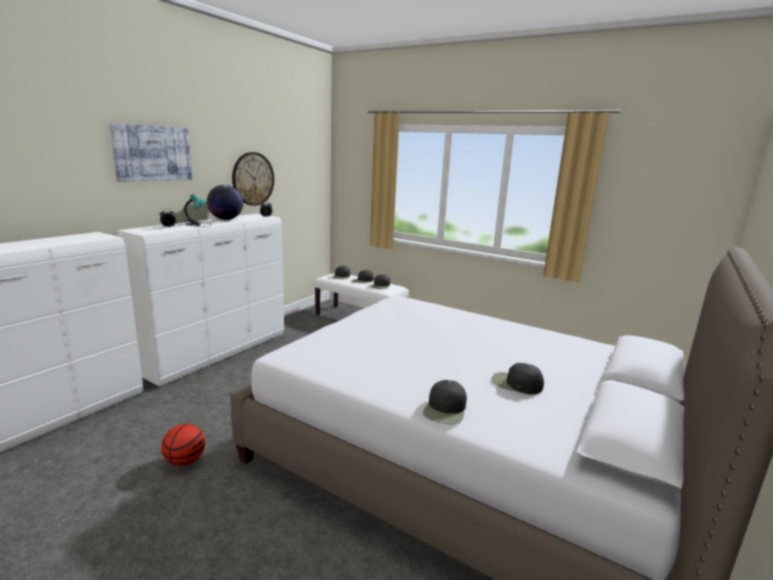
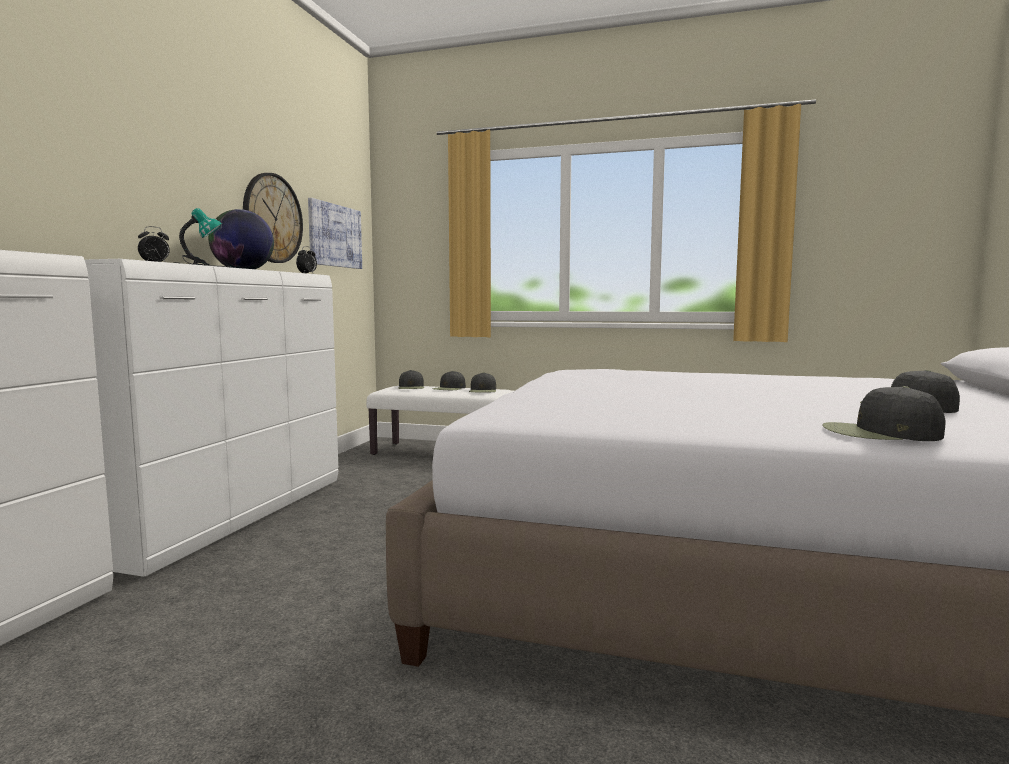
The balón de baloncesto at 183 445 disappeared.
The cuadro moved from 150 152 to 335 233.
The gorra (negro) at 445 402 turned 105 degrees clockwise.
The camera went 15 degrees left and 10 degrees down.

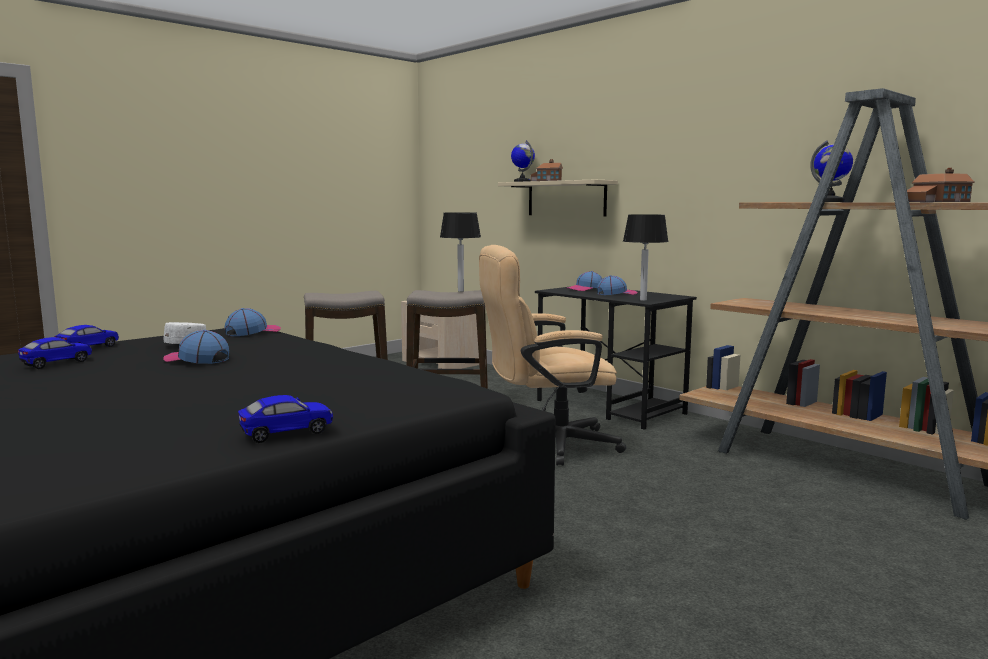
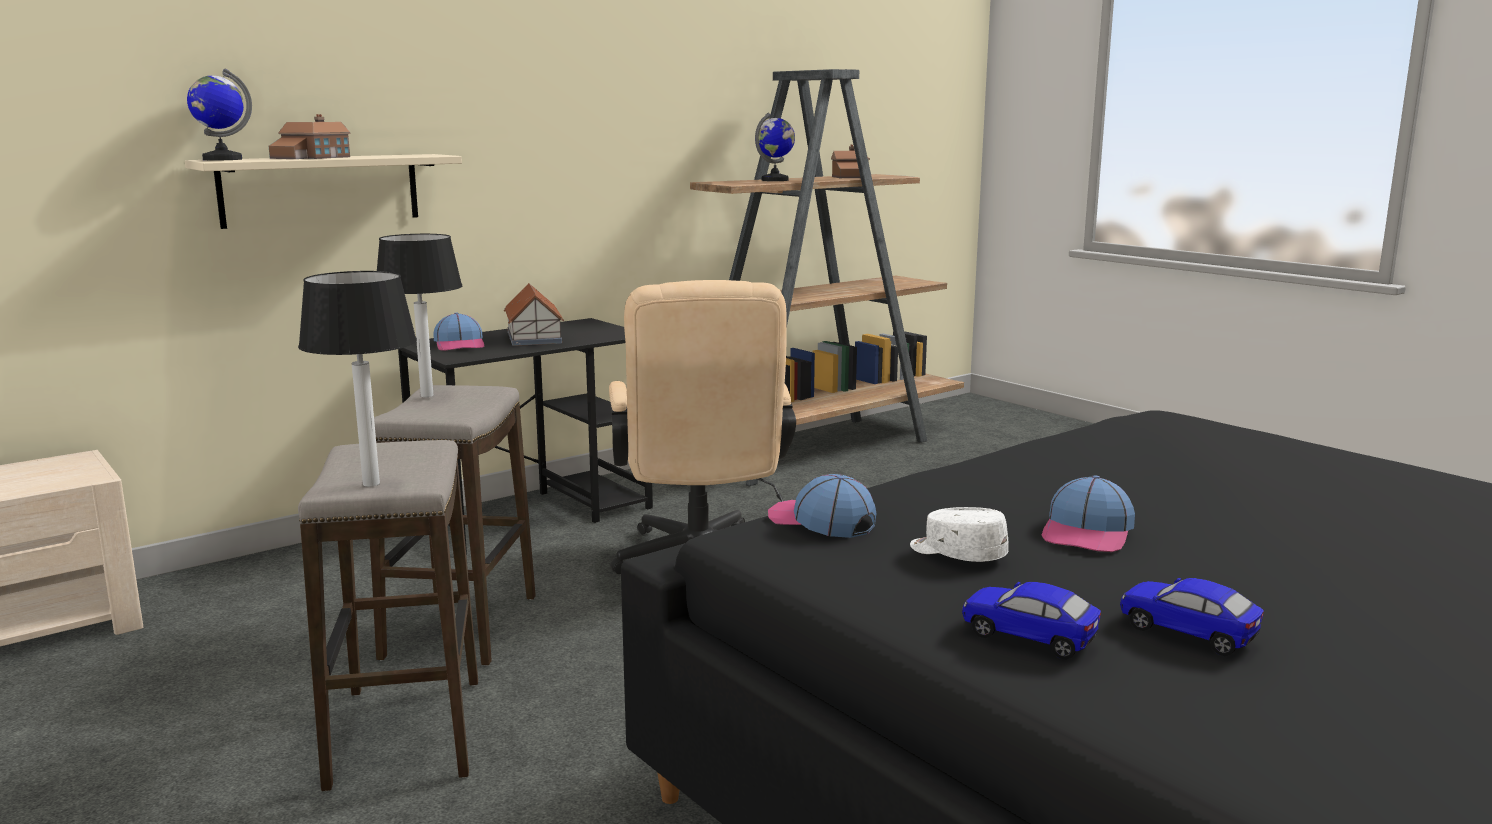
The coche de juguete at 285 419 disappeared.
The lámpara de mesa moved from 646 257 to 357 379.
The gorra at 617 285 was replaced by the casita at 534 314.
The camera went 85 degrees left and 5 degrees up.

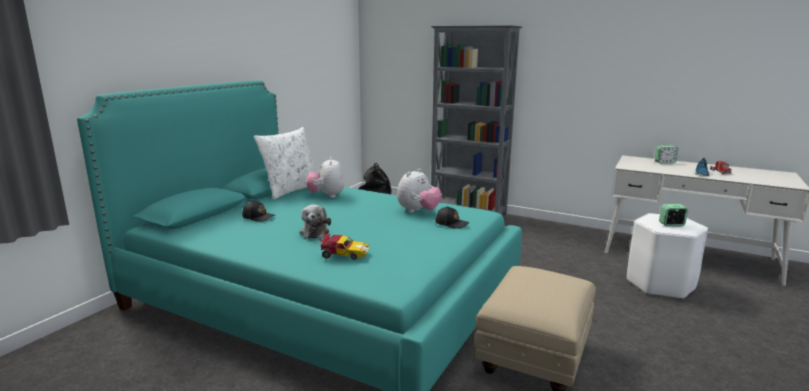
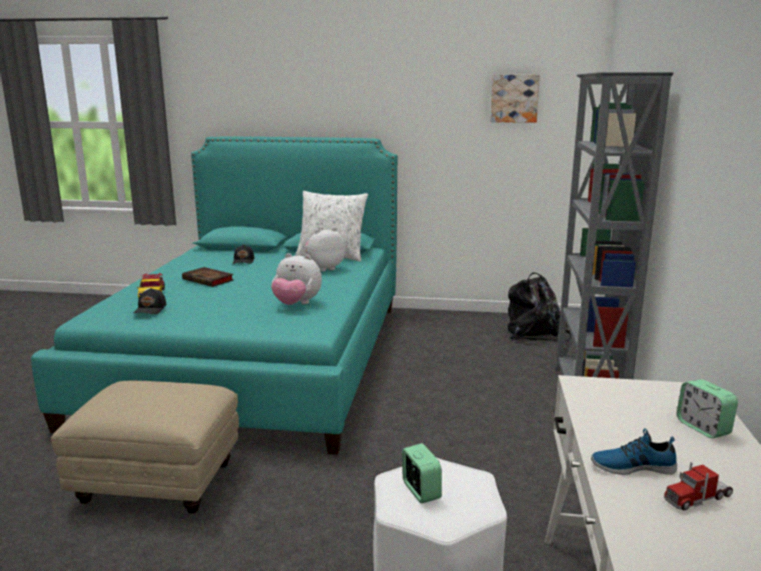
The cuadro at 515 99 appeared.
The gorra (negro) moved from 452 217 to 149 301.
The peluche at 315 221 was replaced by the libro at 208 277.
The camera went 70 degrees right and 0 degrees up.

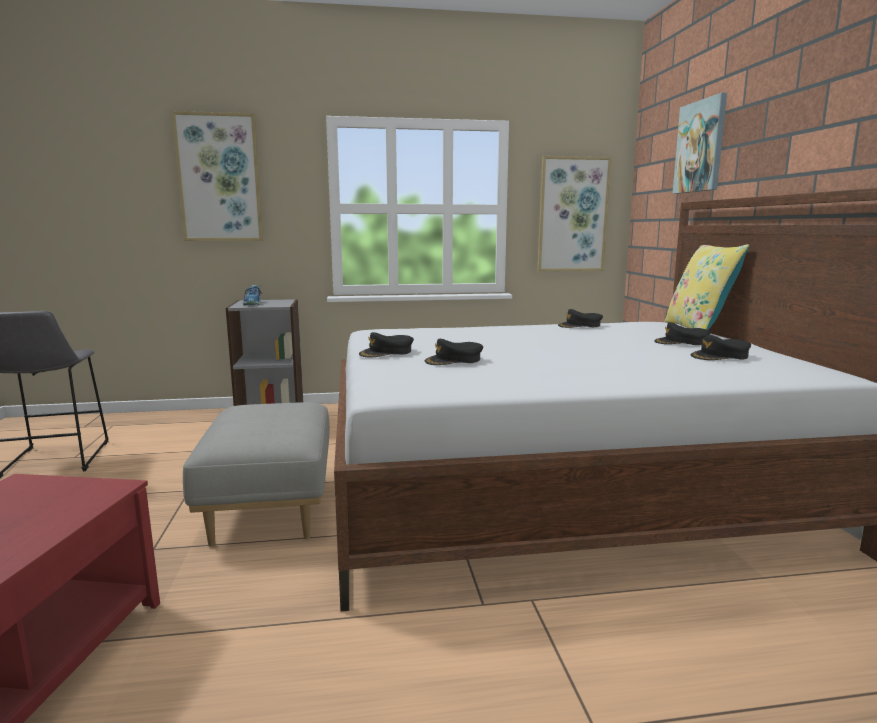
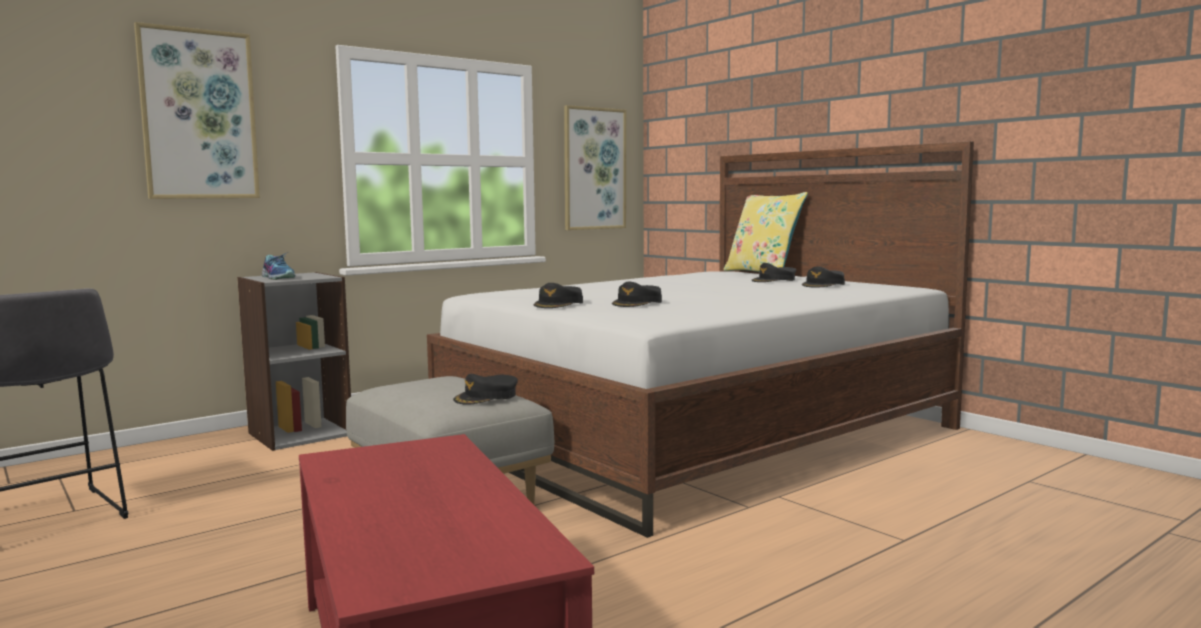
The cuadro at 700 143 disappeared.
The gorra (negro) moved from 580 318 to 485 389.
The camera went 30 degrees left and 5 degrees down.

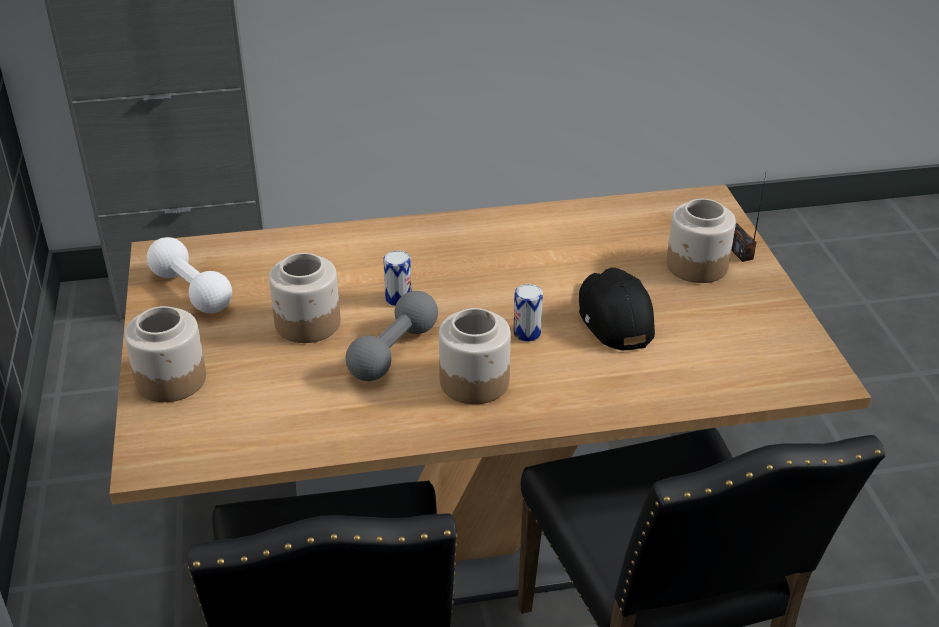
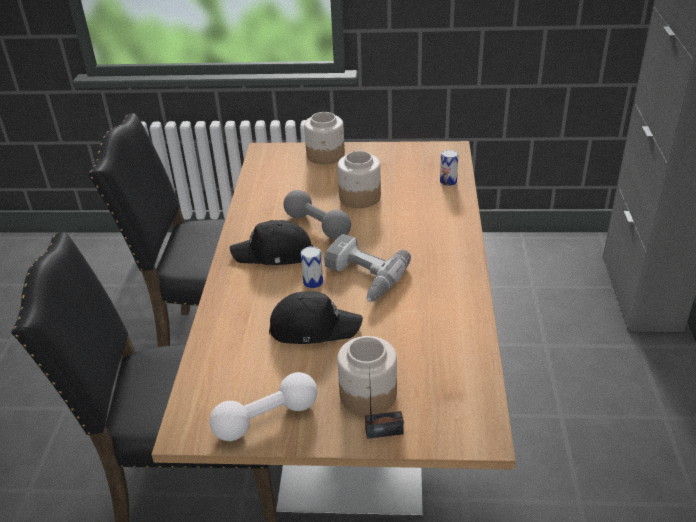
The taladro at 367 268 appeared.
The mancuerna (blanco) moved from 189 275 to 264 406.
The lata moved from 397 278 to 449 168.
The tarro at 475 356 was replaced by the gorra (negro) at 271 242.
The camera went 105 degrees right and 0 degrees up.

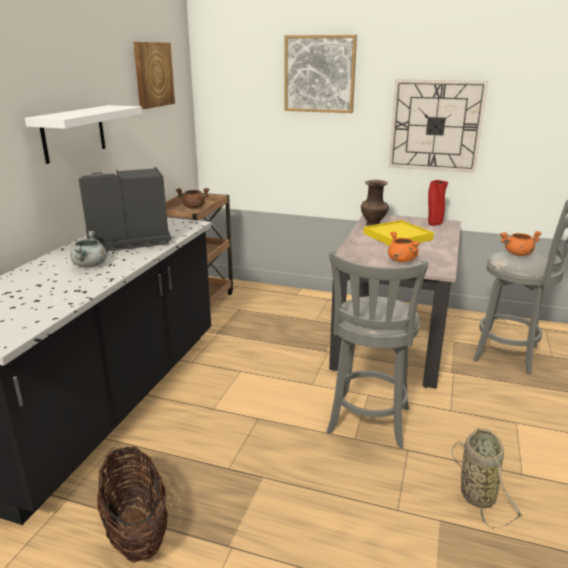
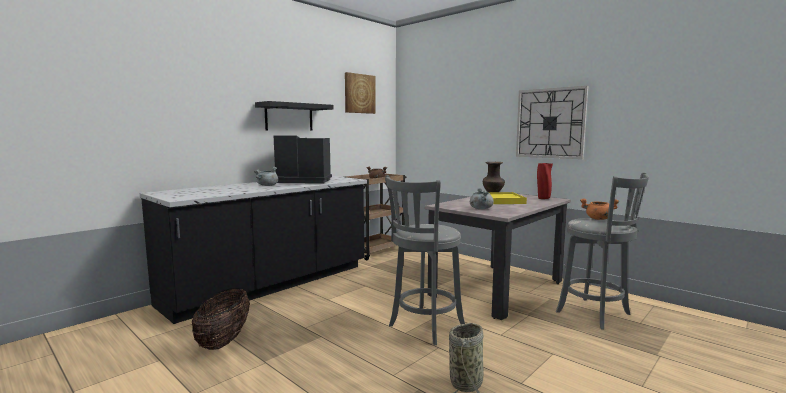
The cuadro at 321 74 disappeared.
The estante (blanco) at 83 134 became the estante (negro) at 294 116.
The olla (naranja) at 404 247 became the olla (gris) at 482 198.
The camera went 25 degrees right and 15 degrees down.

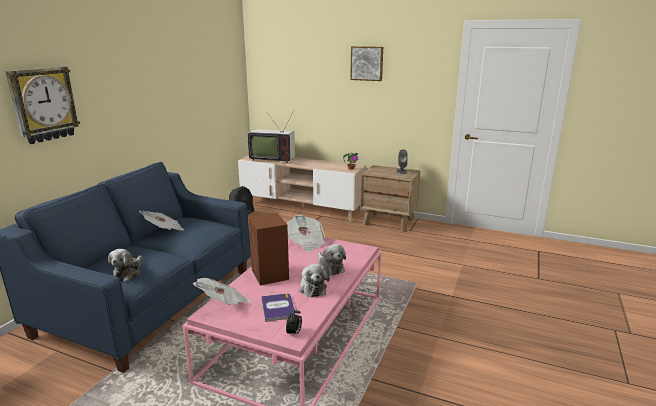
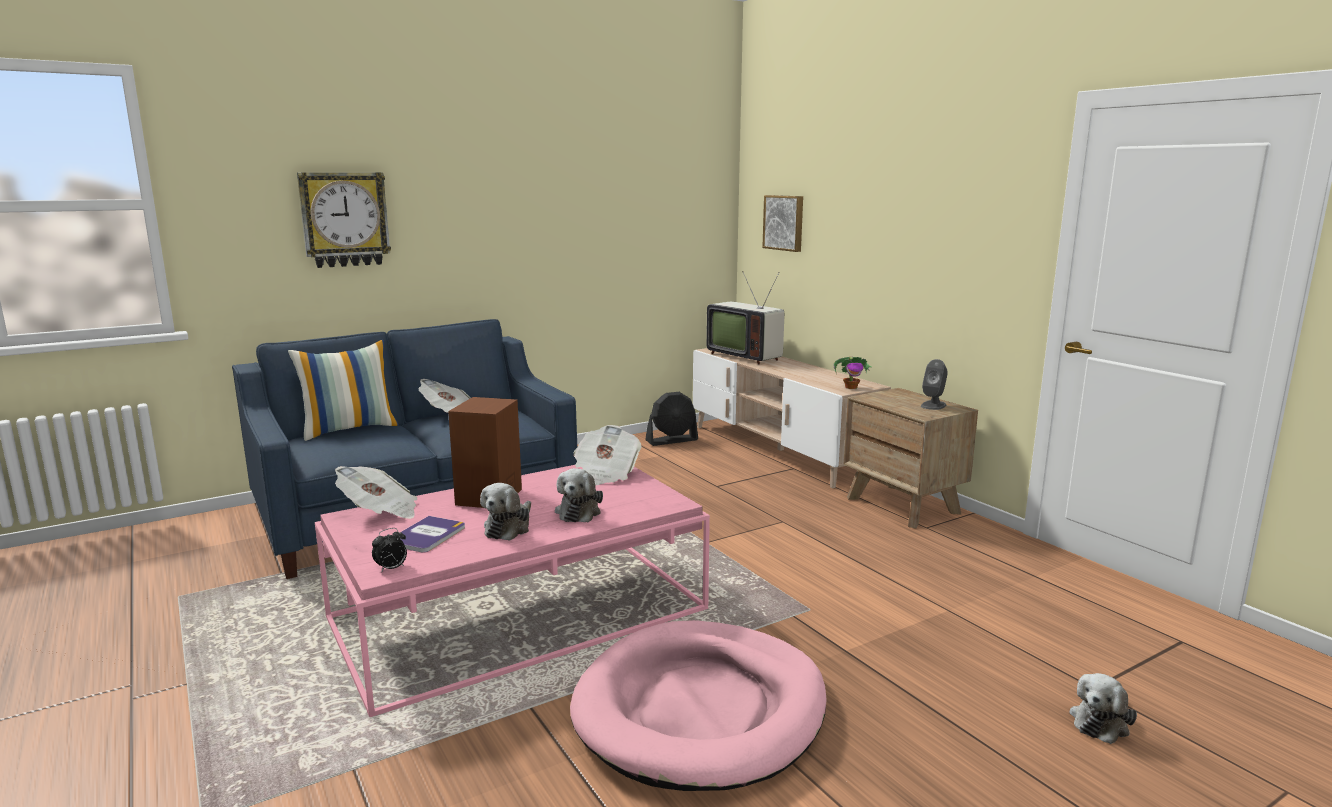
The cojín at 343 390 appeared.
The cama para perro (rosa) at 698 705 appeared.
The peluche moved from 125 265 to 1103 708.
The cuadro moved from 366 63 to 782 223.
The camera went 35 degrees right and 5 degrees down.

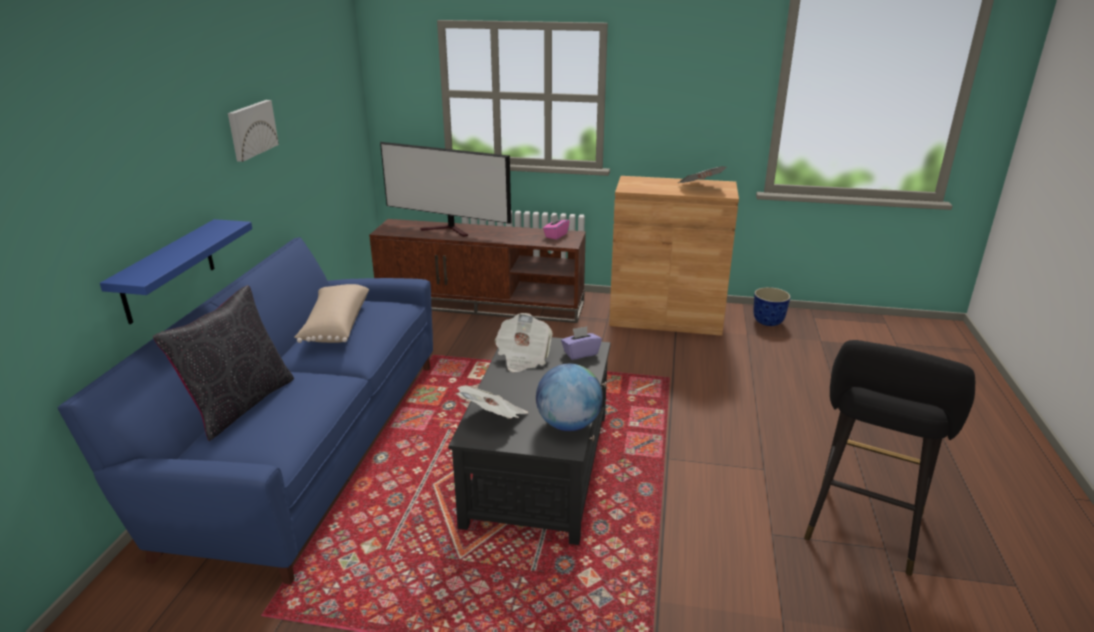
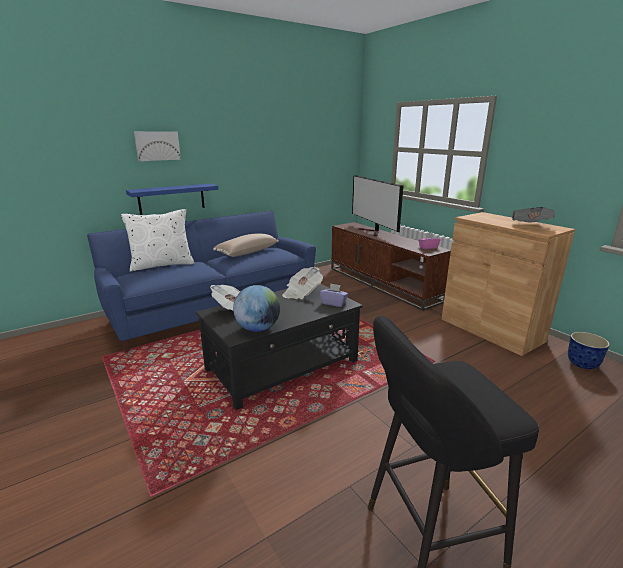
The cuadro moved from 253 131 to 157 146.
The cojín (negro) at 223 363 became the cojín (blanco) at 157 240.
The camera went 45 degrees right and 5 degrees down.

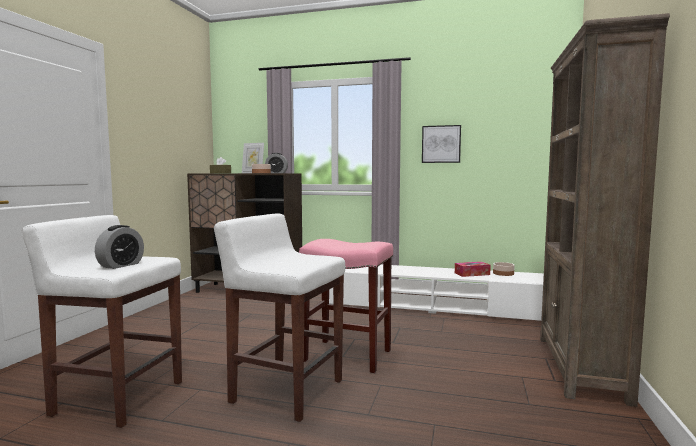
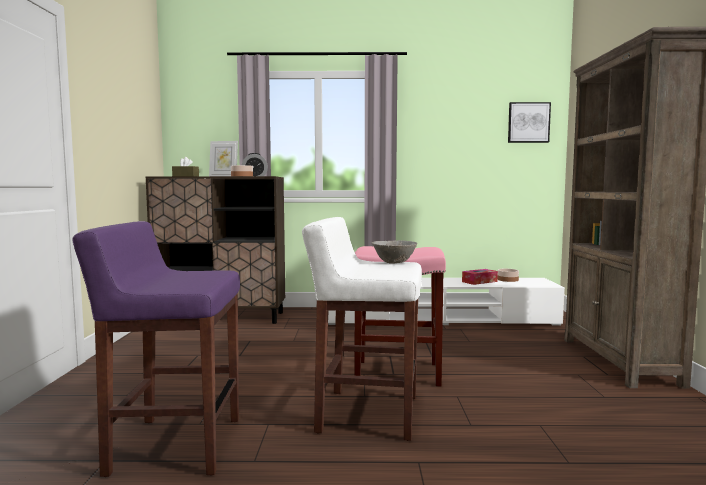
The despertador at 119 247 disappeared.
The cuenco (gris) at 394 252 appeared.
The cuadro moved from 441 144 to 529 122.
The taburete (blanco) at 102 321 became the taburete (morado) at 156 349.
The camera went 15 degrees left and 0 degrees up.

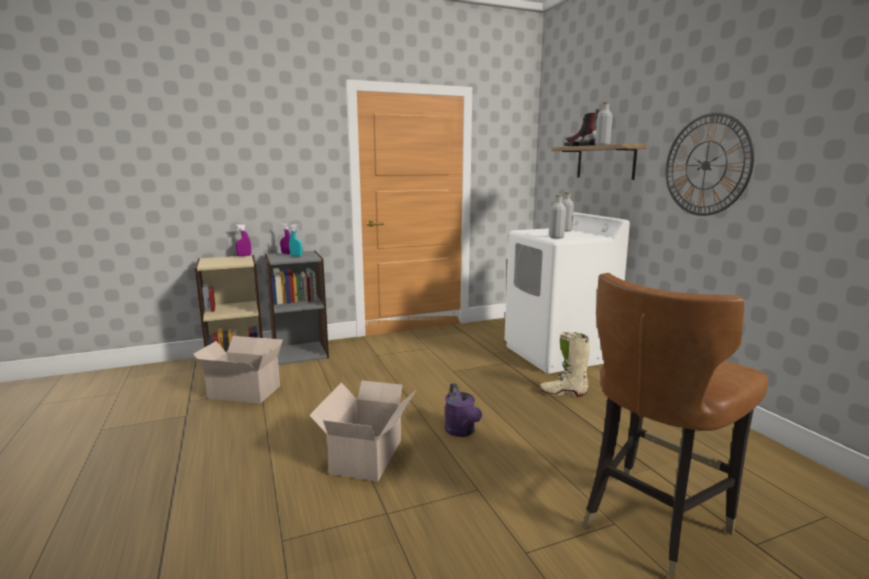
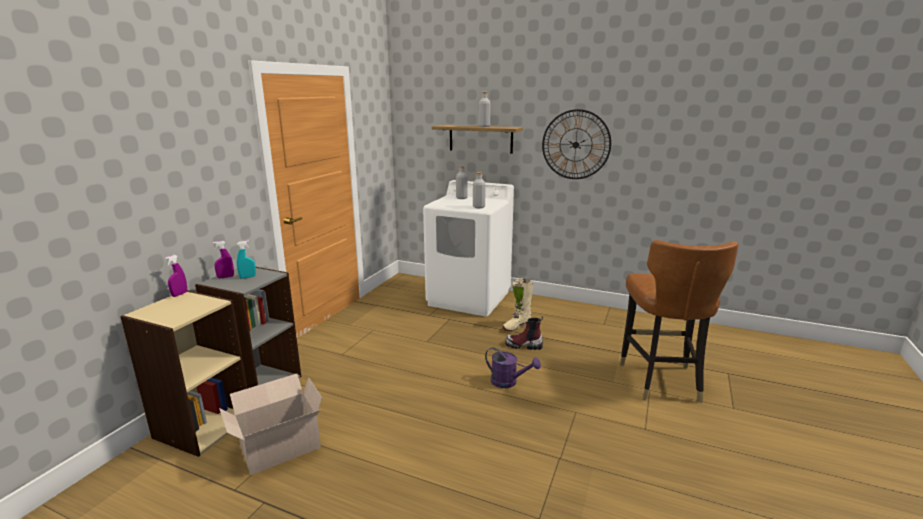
The caja de cartón at 362 431 disappeared.
The bota moved from 581 127 to 524 333.
The camera went 45 degrees left and 5 degrees up.

